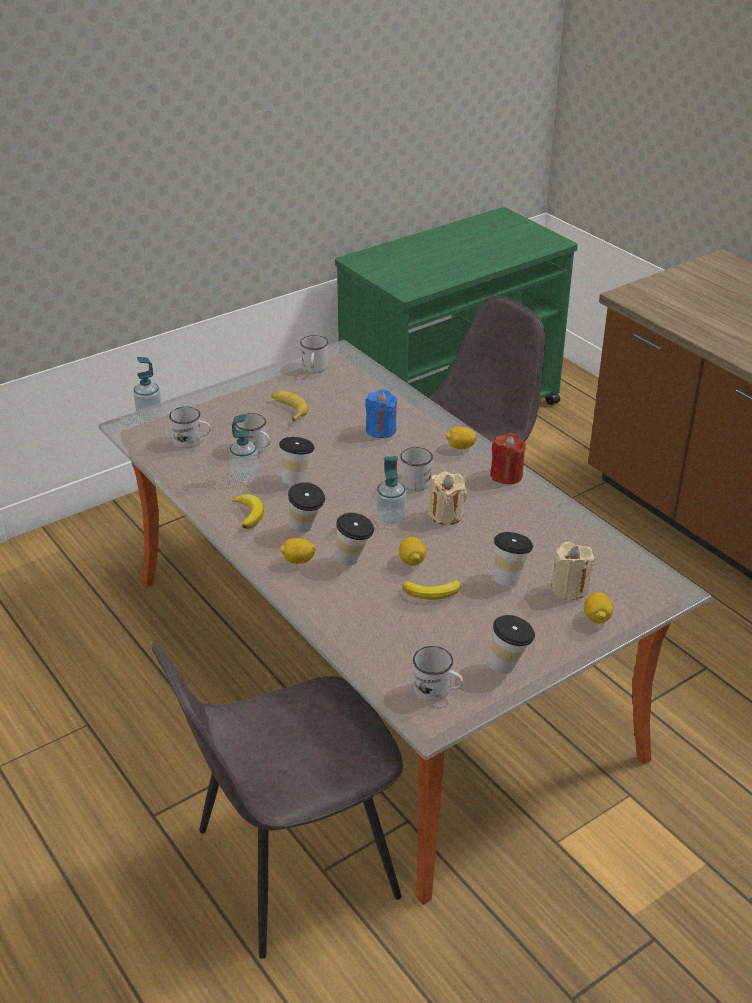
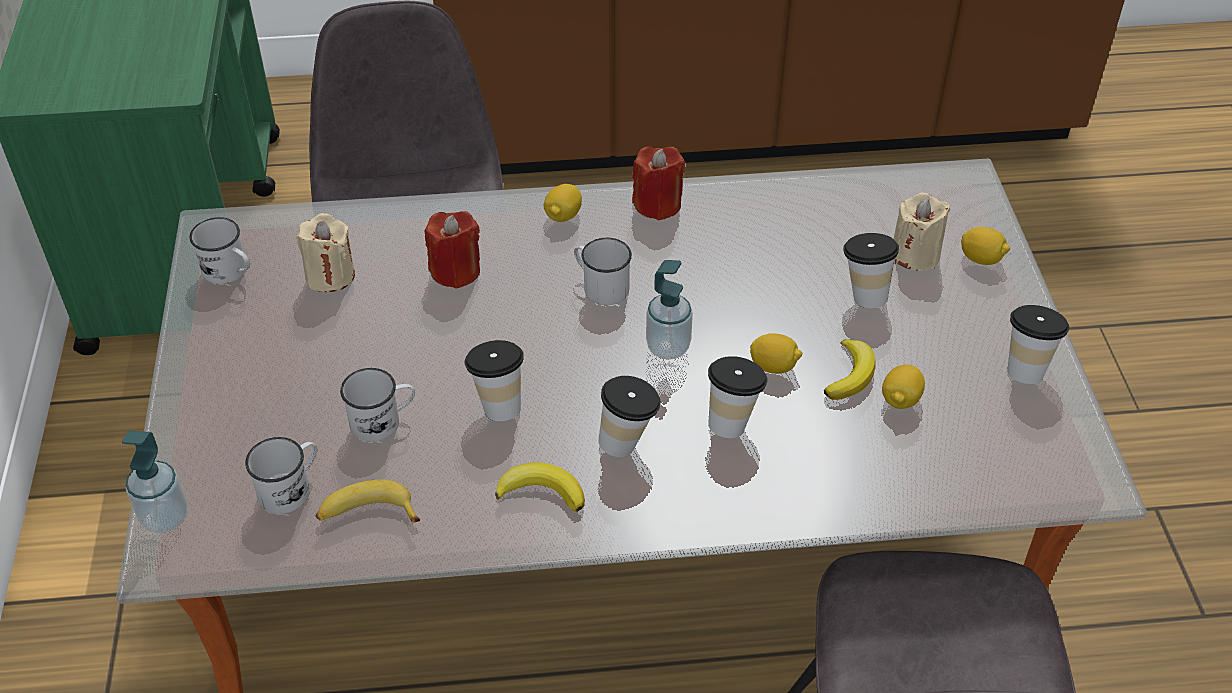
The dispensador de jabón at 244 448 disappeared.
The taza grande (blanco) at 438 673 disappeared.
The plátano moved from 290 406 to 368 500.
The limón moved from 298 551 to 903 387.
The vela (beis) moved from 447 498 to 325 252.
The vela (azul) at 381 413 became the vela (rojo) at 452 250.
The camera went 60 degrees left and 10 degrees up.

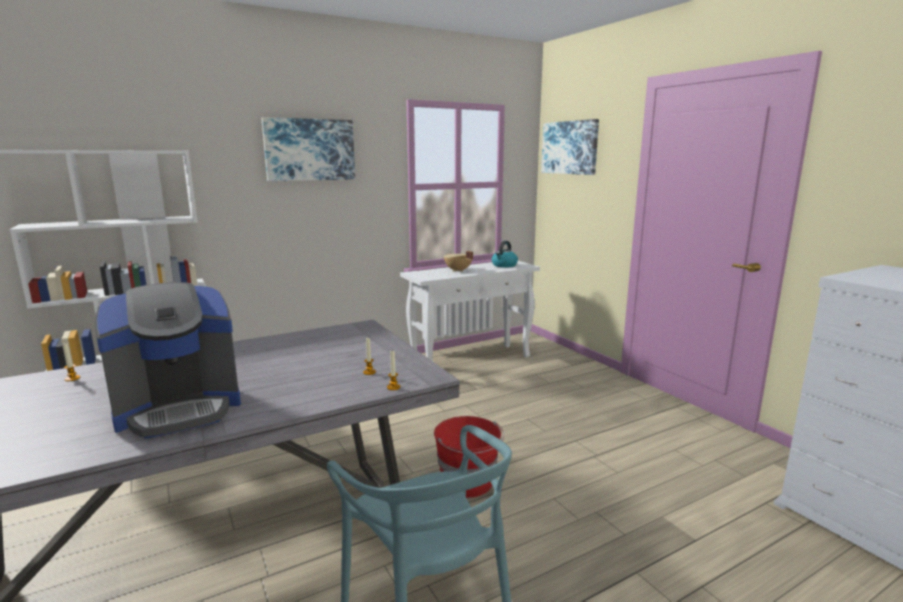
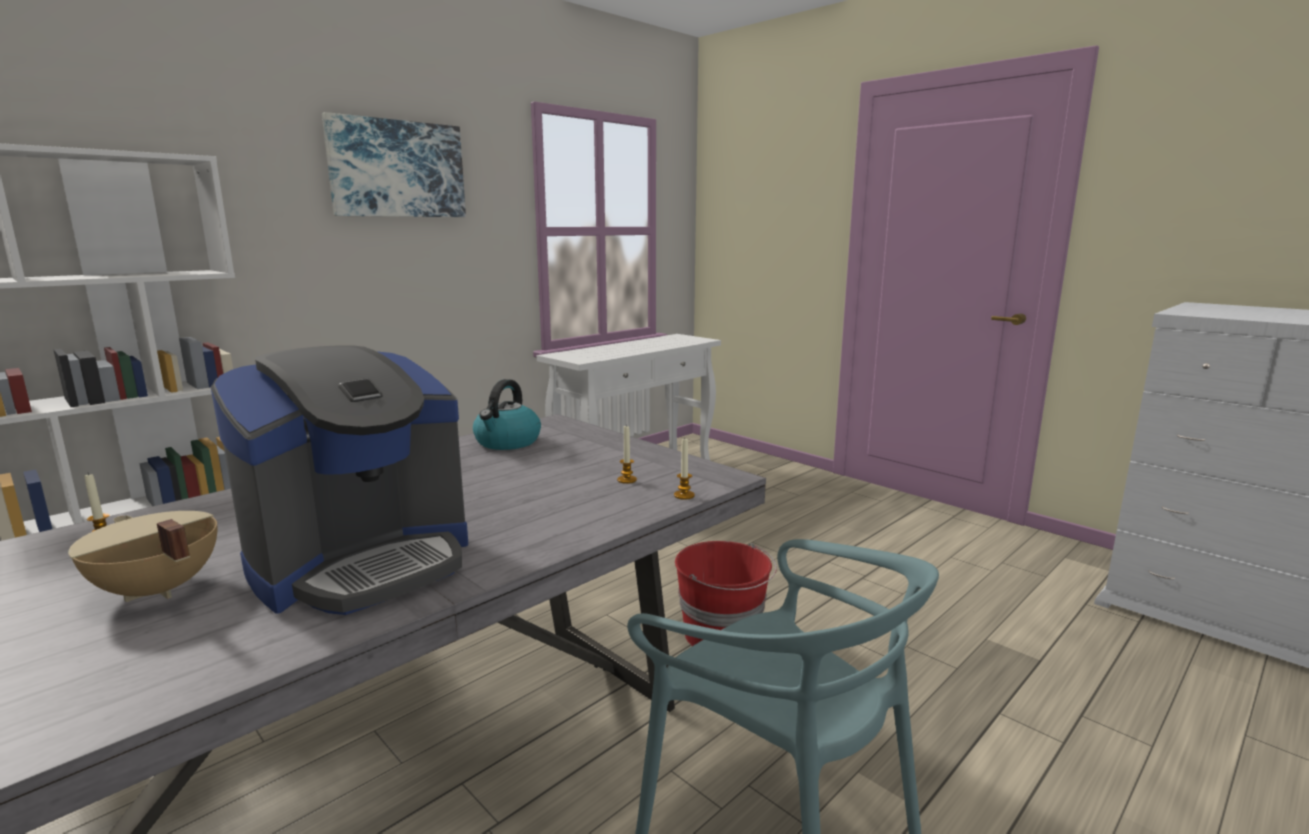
The cuadro at 570 147 disappeared.
The olla (beis) moved from 458 261 to 142 556.
The hervidor moved from 505 254 to 507 414.
The camera went 15 degrees left and 0 degrees up.

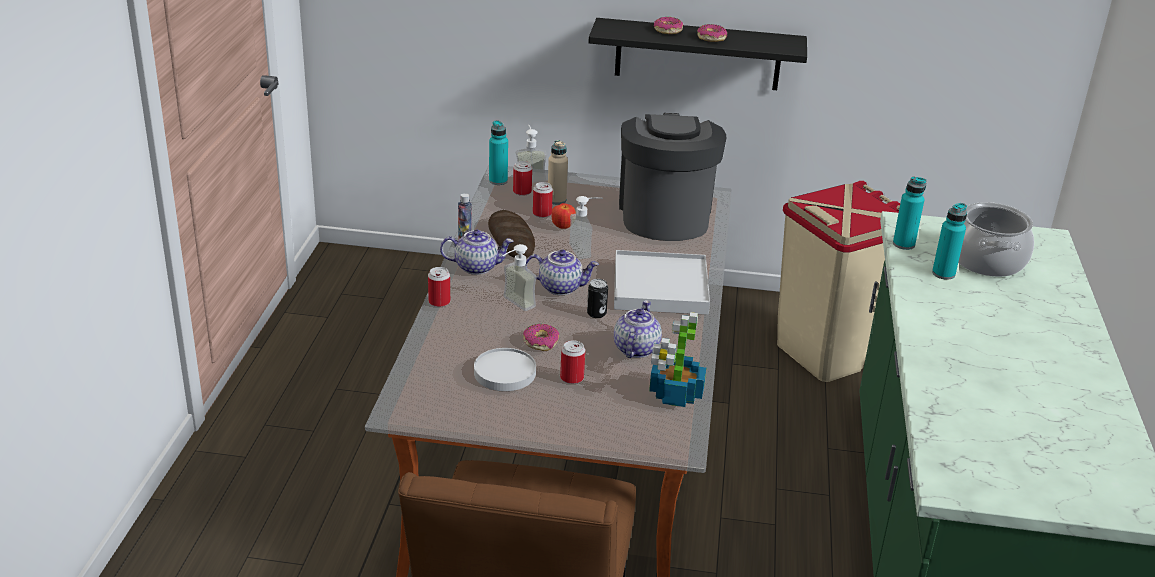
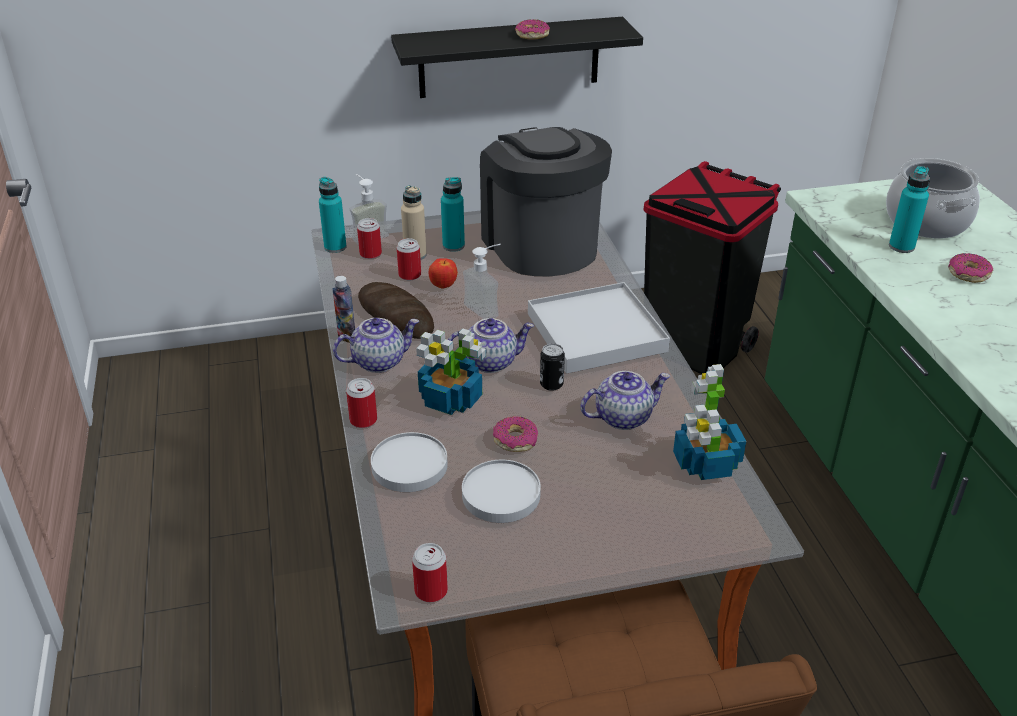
The plato (blanco) at 409 462 appeared.
The lata moved from 572 362 to 430 572.
The rosquilla moved from 669 25 to 970 268.
The botella (turquesa) moved from 909 213 to 453 214.
The dispensador de jabón at 519 277 was replaced by the planta en maceta at 451 372.
The papelera (beis) at 838 281 became the papelera (negro) at 712 267.
The tetera at 638 329 turned 75 degrees clockwise.
The camera went 20 degrees left and 5 degrees up.

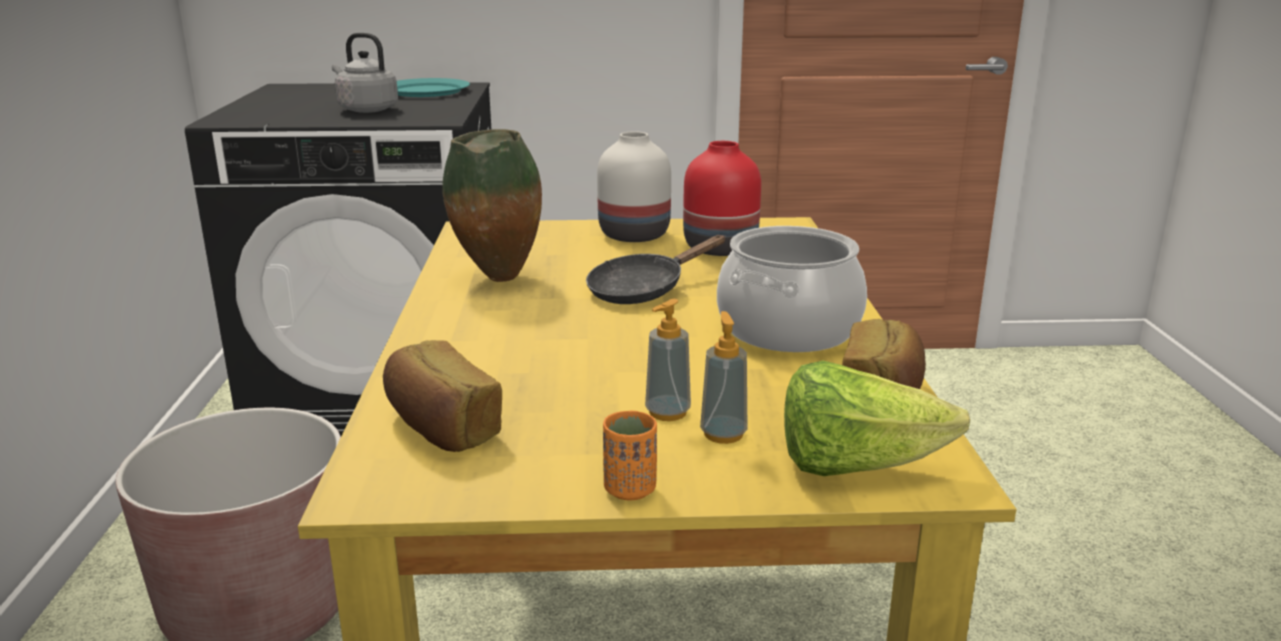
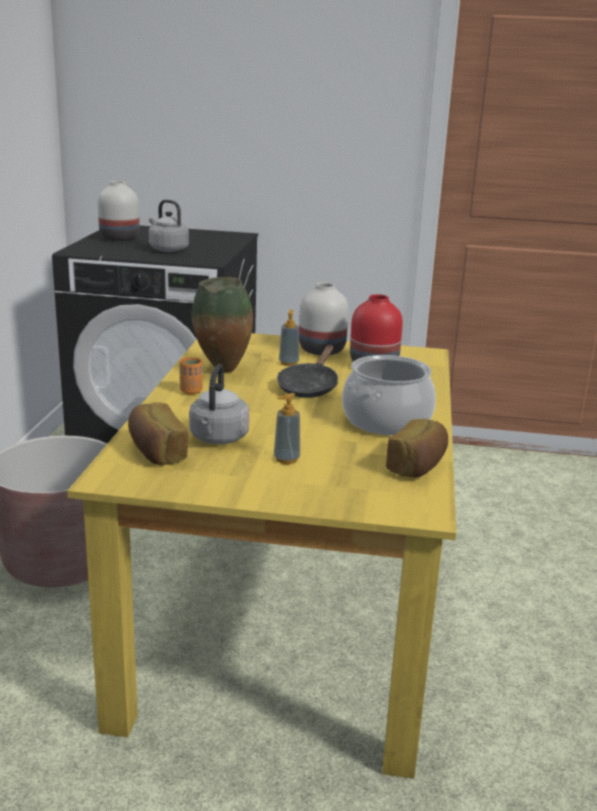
The plato (turquesa) at 433 87 disappeared.
The lechuga at 877 418 disappeared.
The florero (blanco) at 119 211 appeared.
The hervidor (gris) at 219 404 appeared.
The taza (naranja) moved from 630 455 to 191 375.
The dispensador de jabón moved from 723 377 to 289 337.
The sartén (negro) at 656 269 turned 45 degrees counterclockwise.
The camera went 10 degrees right and 0 degrees up.

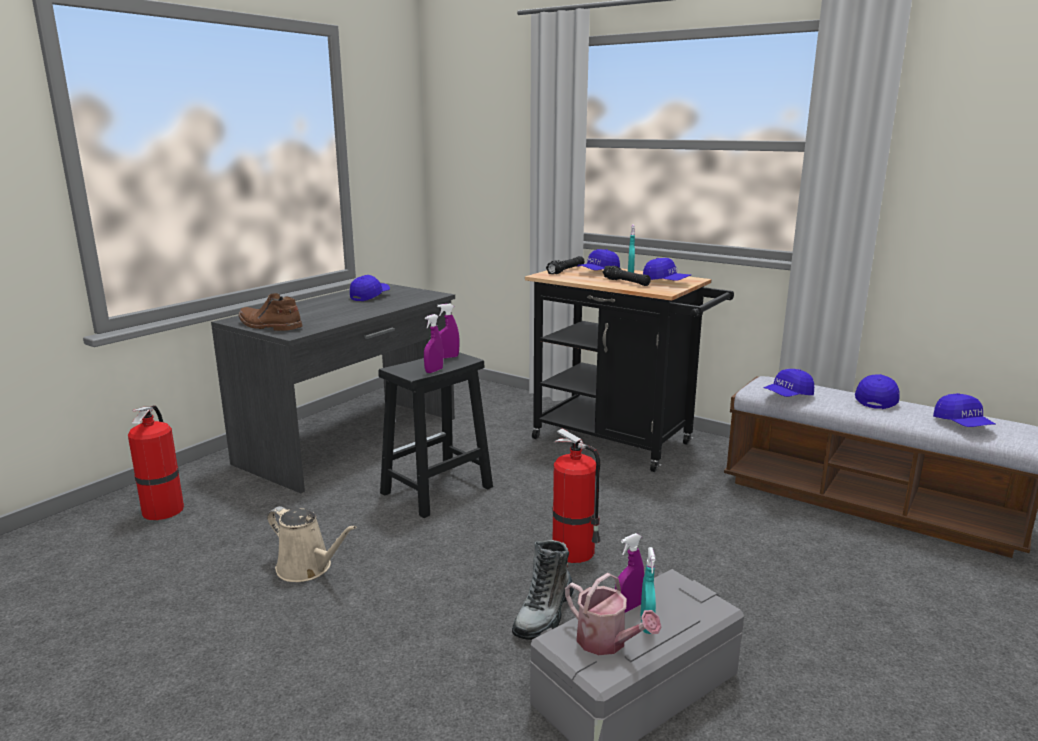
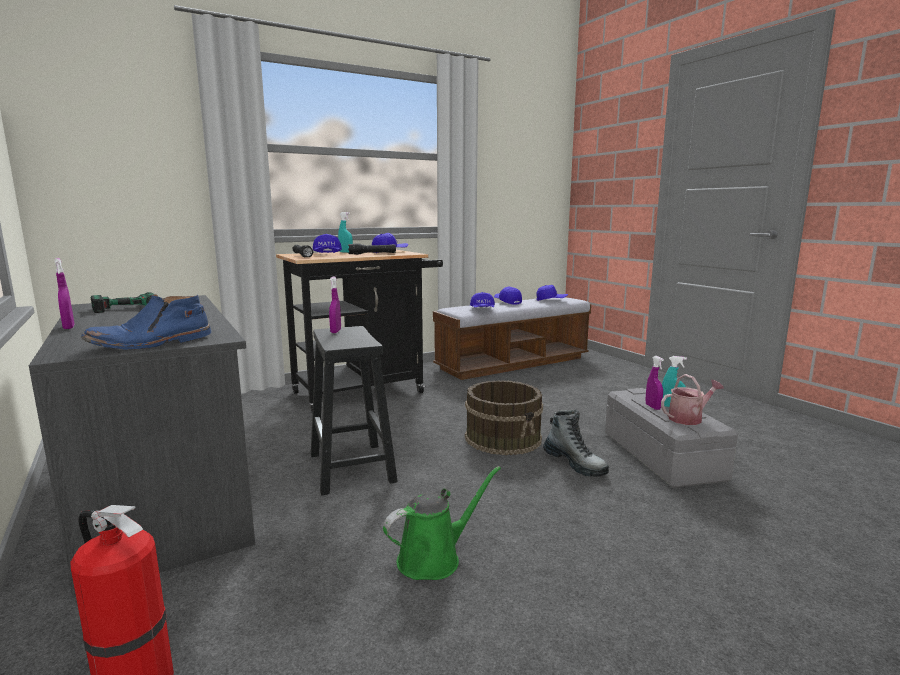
The pulverizador (morado) moved from 433 343 to 64 293.
The gorra (azul) at 370 288 was replaced by the taladro at 124 302.
The extintor at 577 495 was replaced by the cubo (marrón) at 504 417.
The bota (marrón) at 271 312 became the bota (azul) at 146 322.
The regadera (beis) at 311 544 became the regadera (verde) at 442 523.
The camera went 65 degrees left and 5 degrees down.

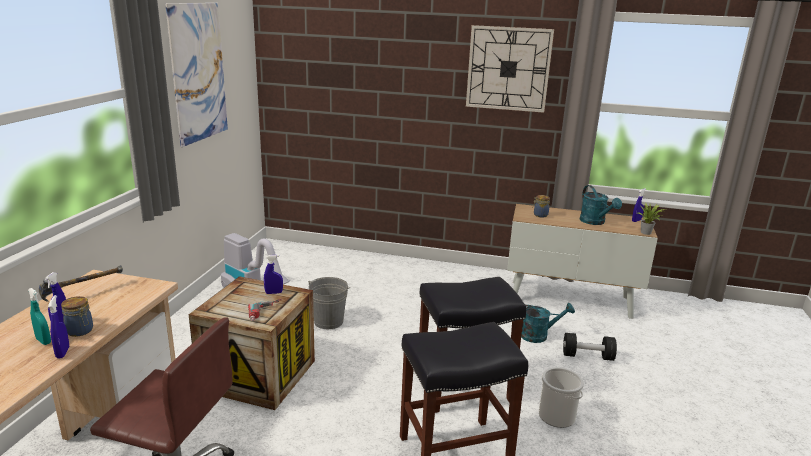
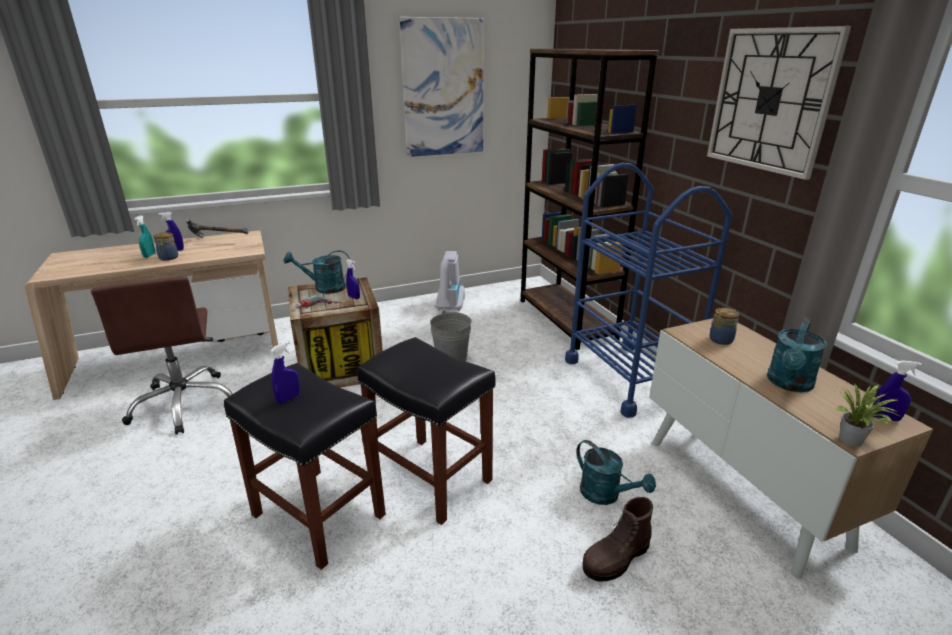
The cubo at 561 397 disappeared.
The regadera (turquesa) at 317 272 appeared.
The estantería (marrón) at 590 199 appeared.
The carrito (azul) at 648 290 appeared.
The pulverizador (azul) moved from 58 327 to 285 372.
The mancuerna (negro) at 590 347 was replaced by the bota (marrón) at 618 539.
The camera went 55 degrees right and 5 degrees up.

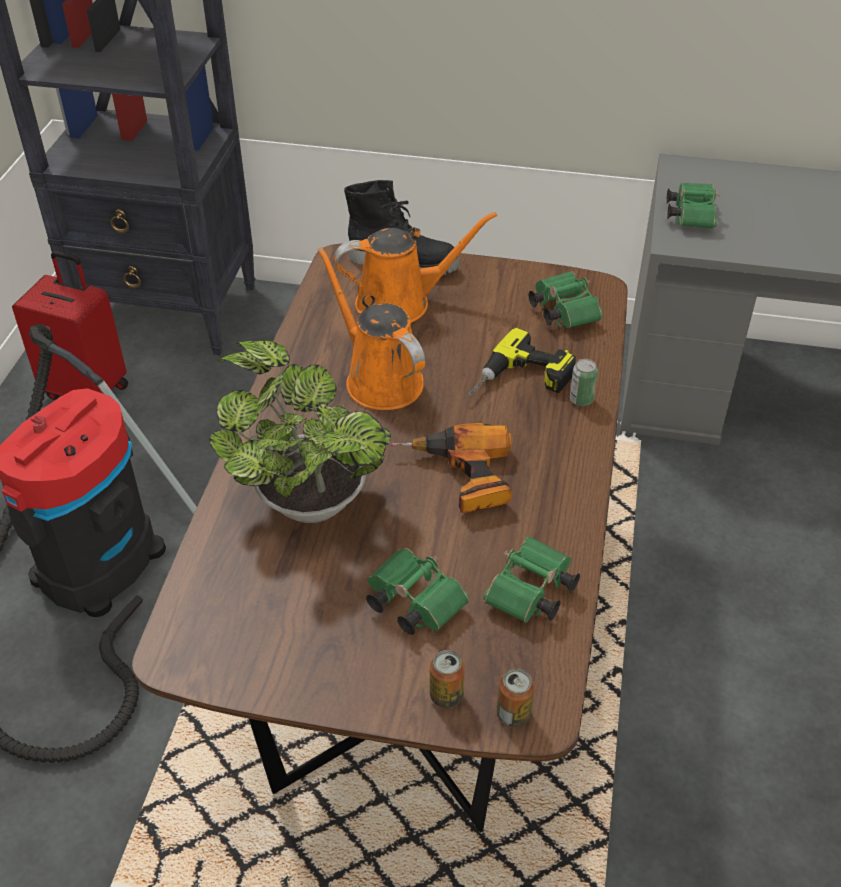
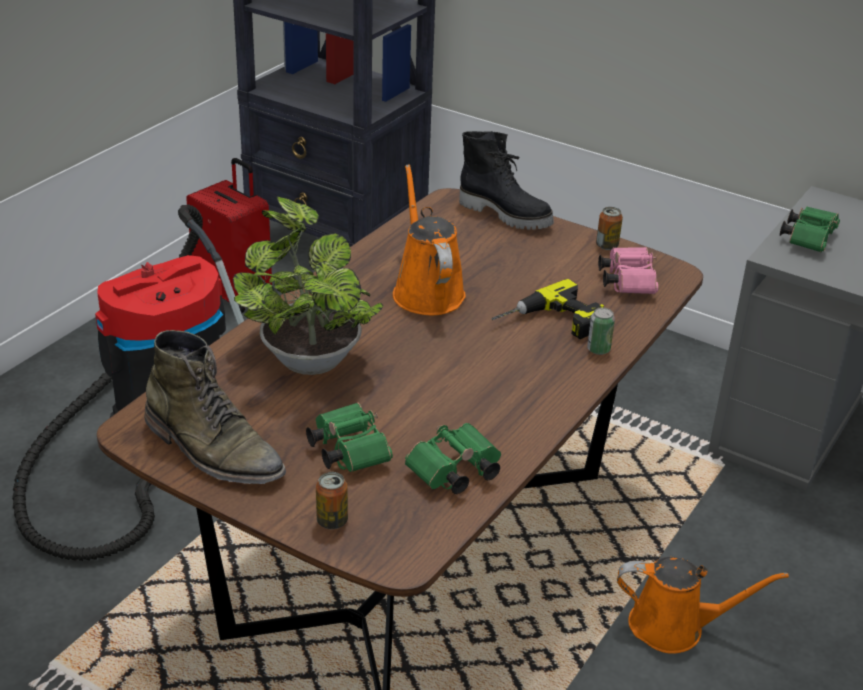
The taladro at 451 468 disappeared.
The bota (verde) at 215 407 appeared.
The regadera (naranja) moved from 415 267 to 703 605.
The lata moved from 516 697 to 609 228.
The prismáticos (verde) at 566 299 became the prismáticos (rosa) at 628 270.
The camera went 20 degrees right and 10 degrees down.

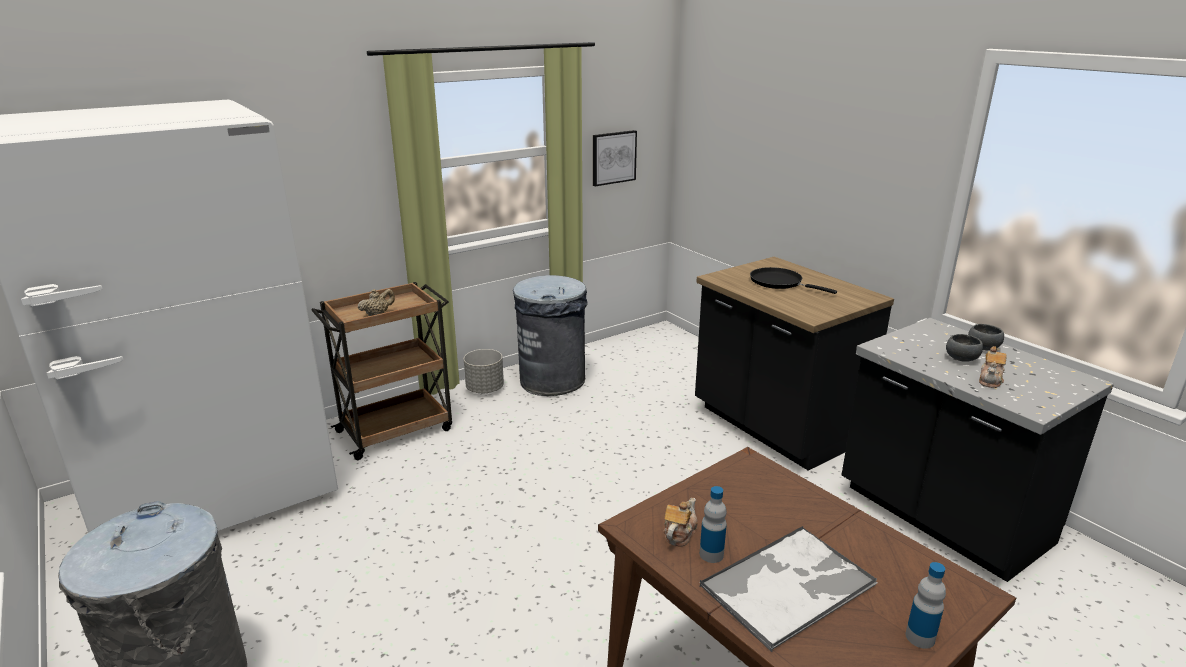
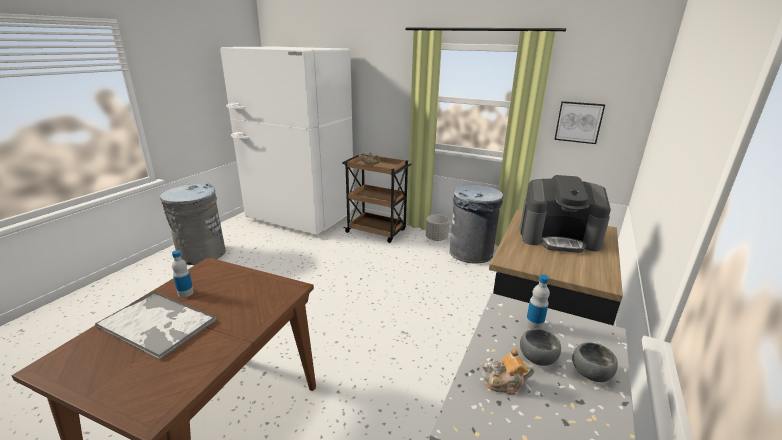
The tetera at 680 522 disappeared.
The botella moved from 926 605 to 537 301.
The sartén (negro) at 793 280 was replaced by the cafetera at 565 214.
The camera went 60 degrees right and 0 degrees up.

